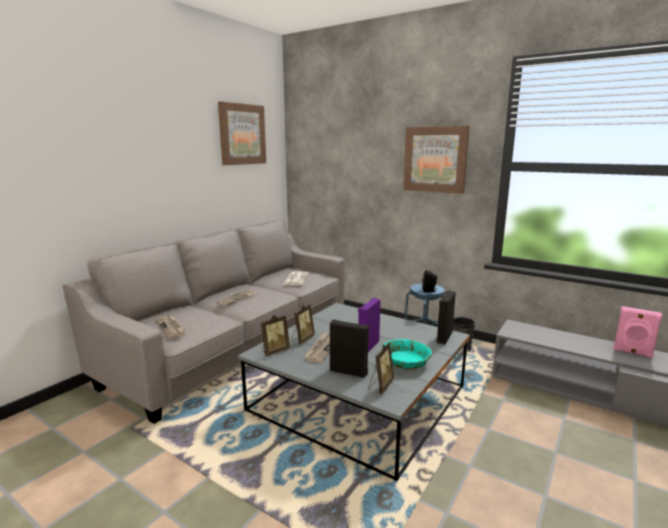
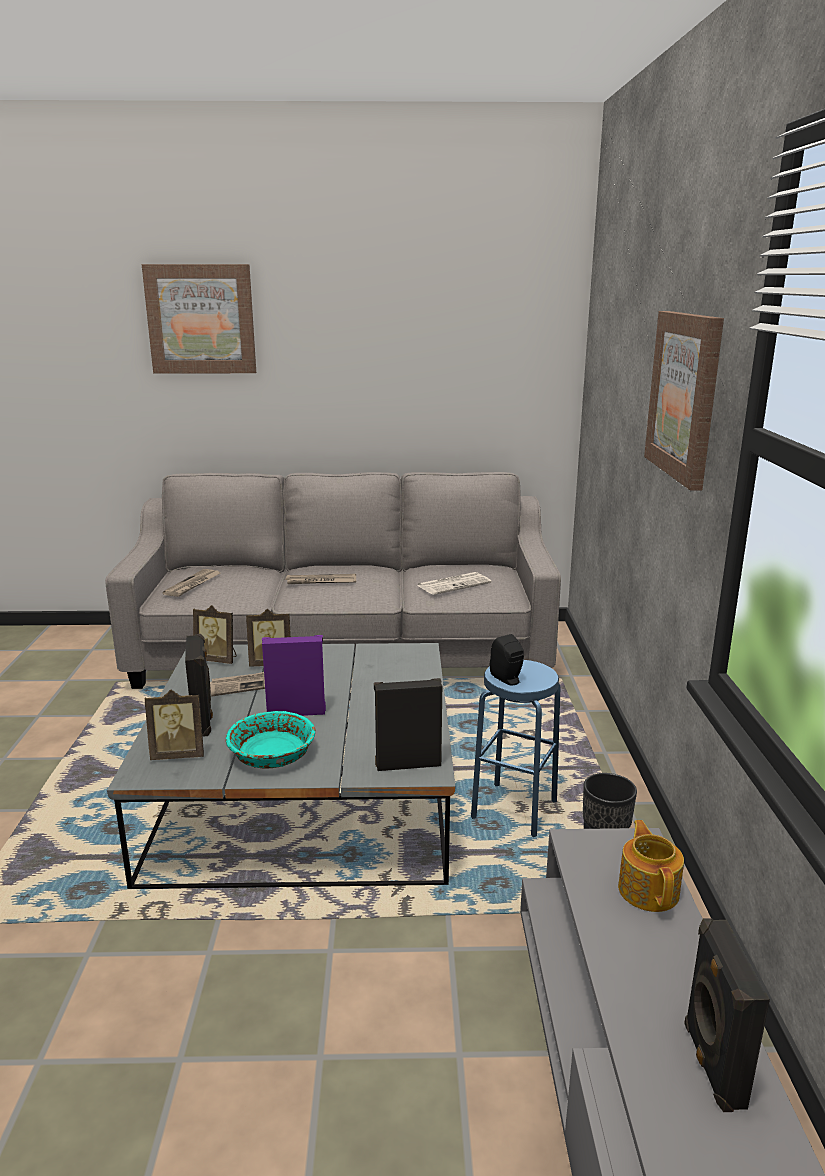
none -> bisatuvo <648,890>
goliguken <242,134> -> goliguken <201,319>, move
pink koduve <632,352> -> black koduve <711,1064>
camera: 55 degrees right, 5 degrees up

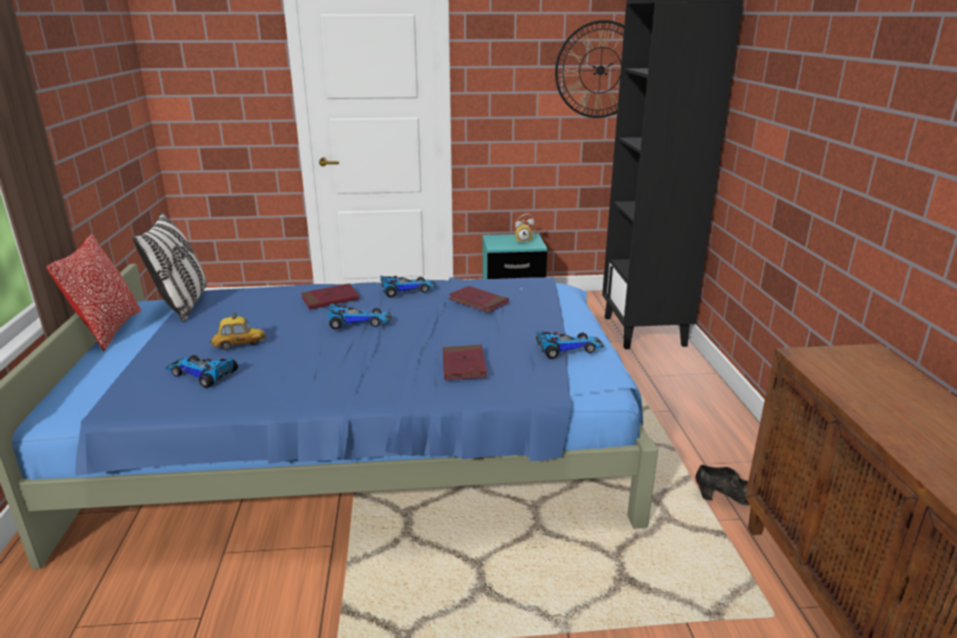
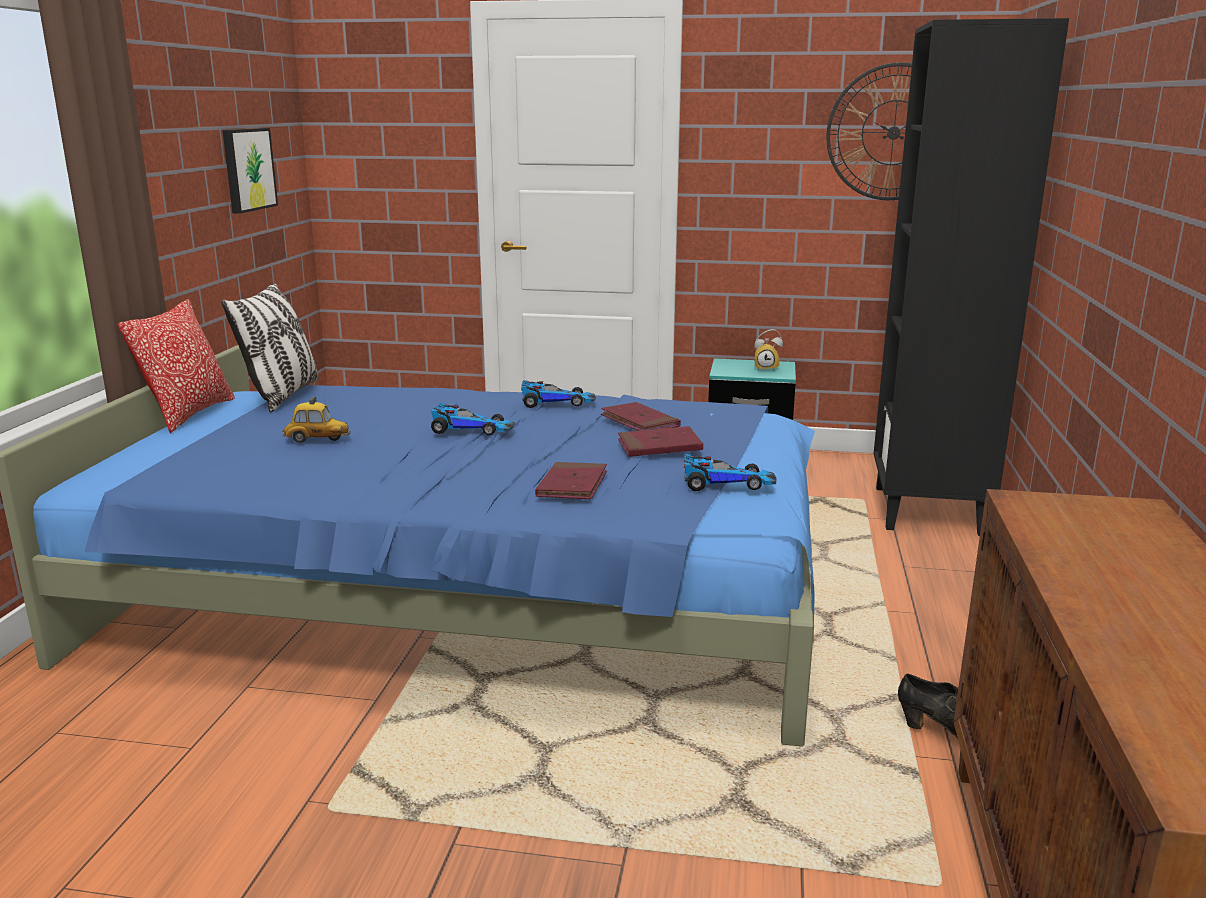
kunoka <201,374> -> none
none -> goliguken <247,169>
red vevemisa <330,299> -> red vevemisa <659,446>, move
camera: 15 degrees right, 5 degrees down

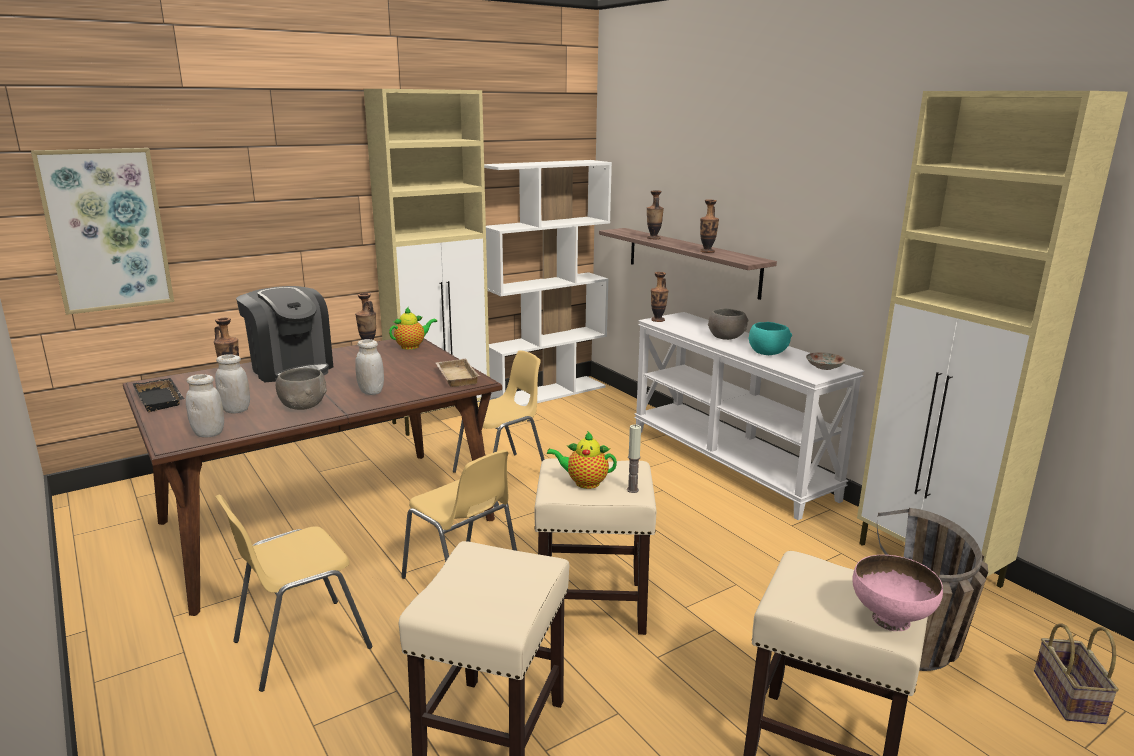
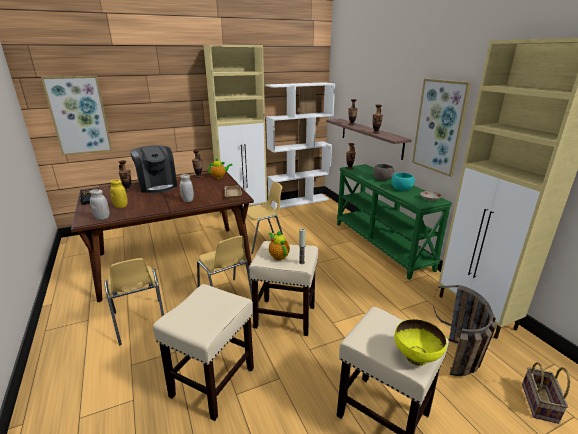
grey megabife <304,405> -> none
none -> goliguken <439,126>
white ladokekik <236,410> -> yellow ladokekik <121,206>
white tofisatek <731,463> -> green tofisatek <381,245>
pink megabife <890,619> -> yellow megabife <416,357>
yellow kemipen <300,644> -> yellow kemipen <140,322>, 90 degrees counterclockwise
bisatuvo <584,483> -> bisatuvo <278,256>, 45 degrees clockwise
camera: 10 degrees right, 5 degrees up

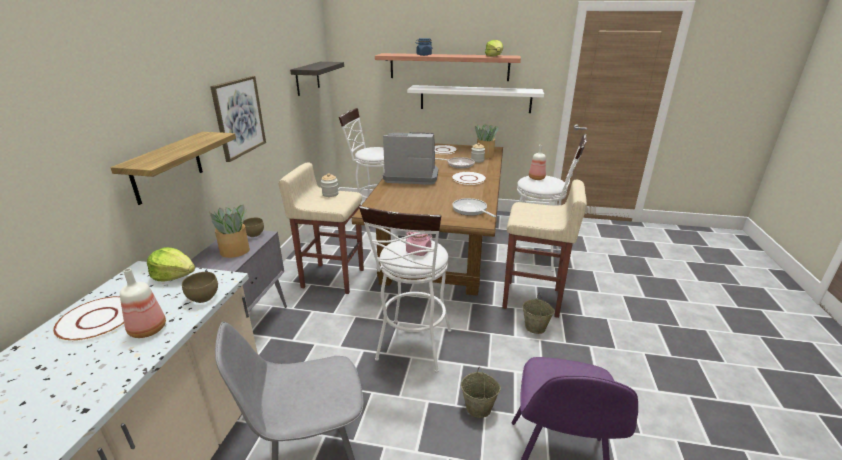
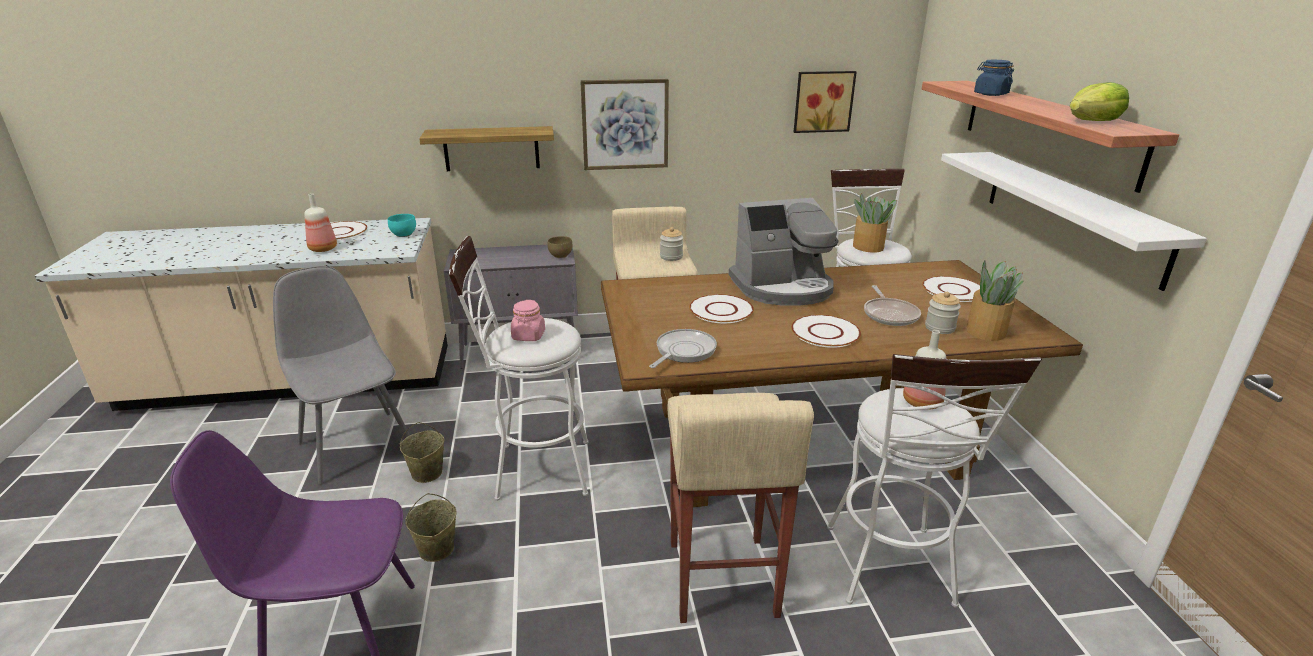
brown megabife <205,297> -> none
none -> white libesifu <720,310>
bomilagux <235,251> -> bomilagux <868,247>, move
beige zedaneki <535,327> -> beige zedaneki <427,473>, move
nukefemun <174,276> -> turquoise megabife <404,234>
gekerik <307,78> -> goliguken <822,101>
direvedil <411,176> -> direvedil <783,287>, 90 degrees clockwise
camera: 70 degrees right, 0 degrees up

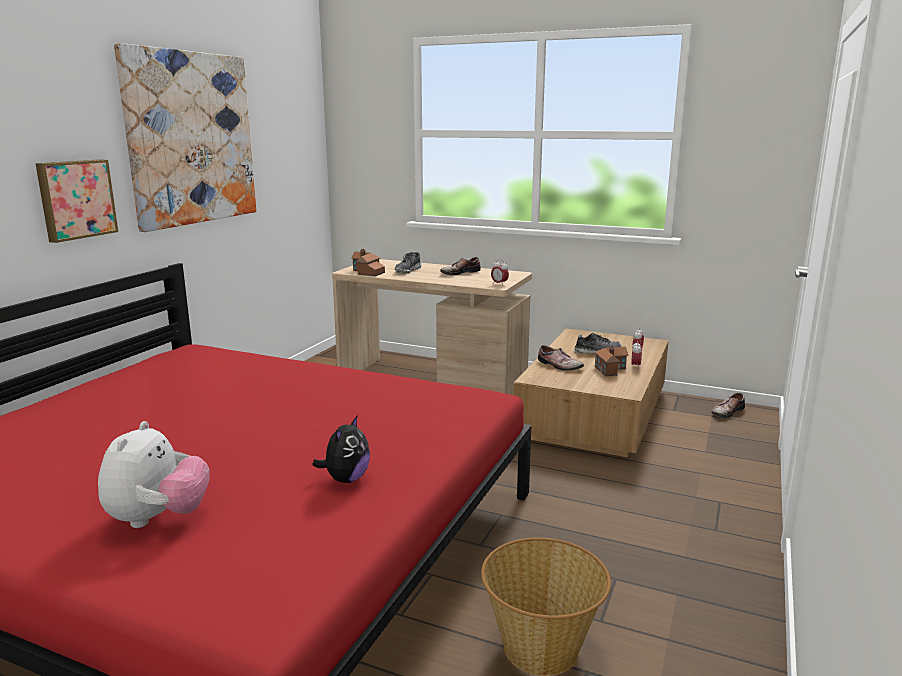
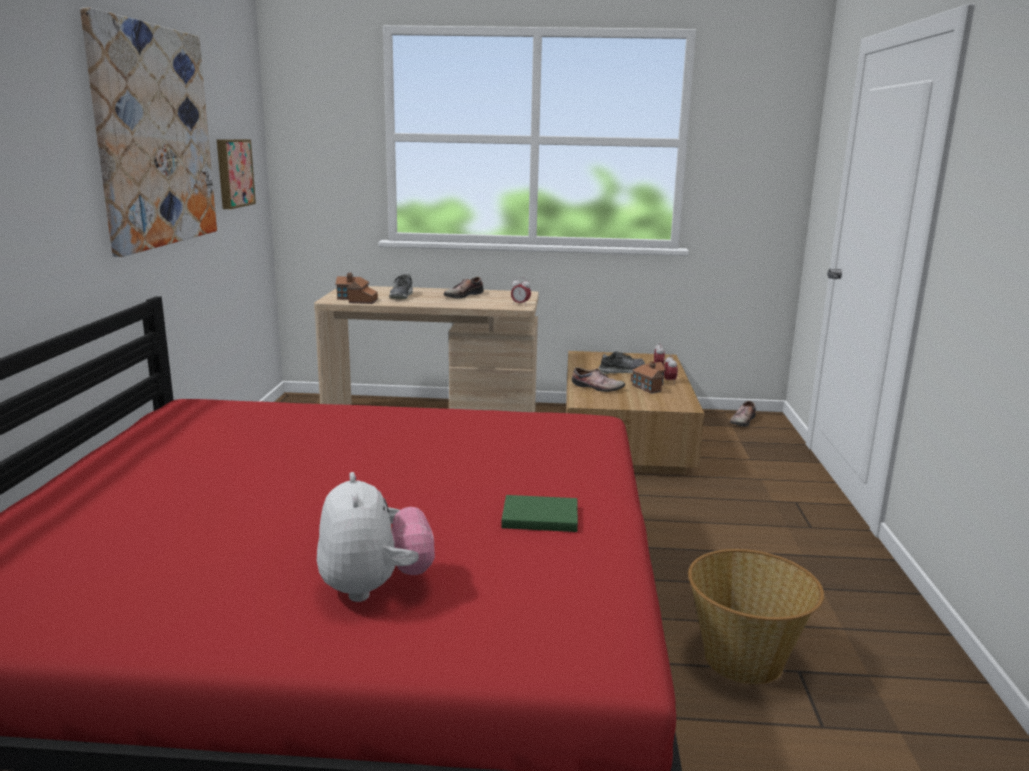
goliguken <76,199> -> goliguken <233,173>, move
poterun <346,479> -> green vevemisa <538,516>
camera: 20 degrees left, 0 degrees up

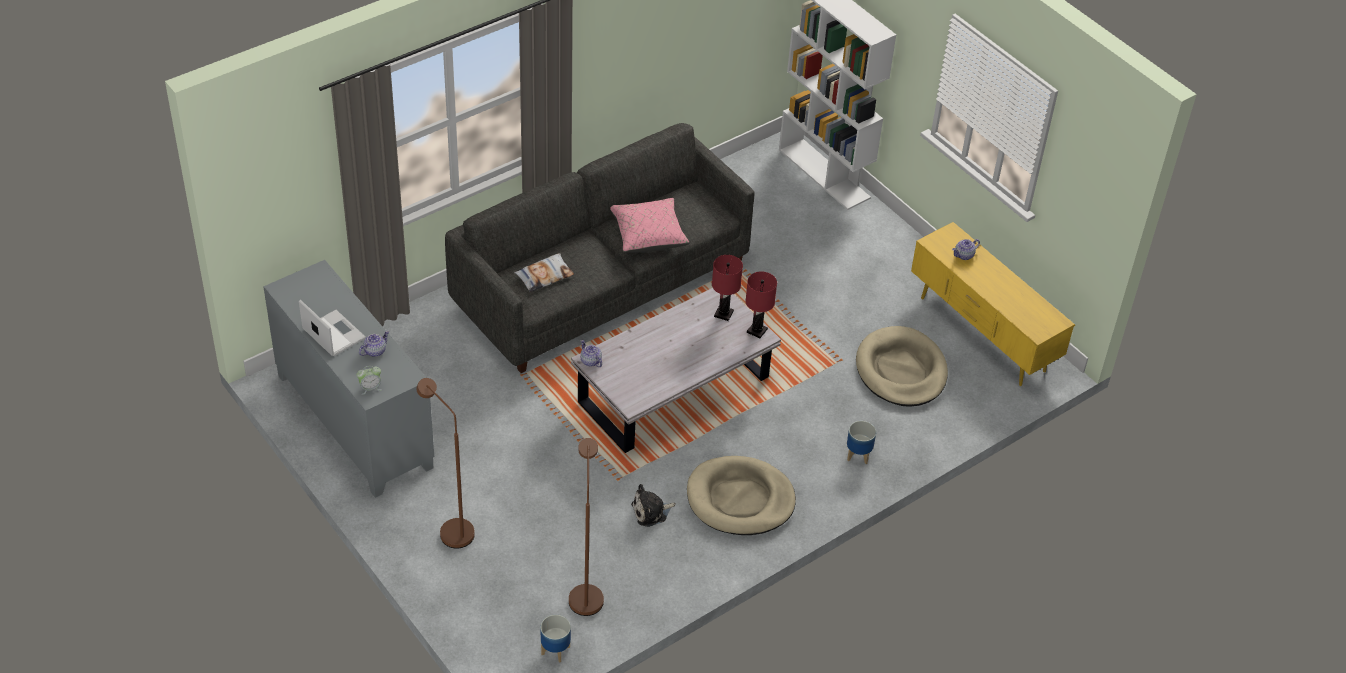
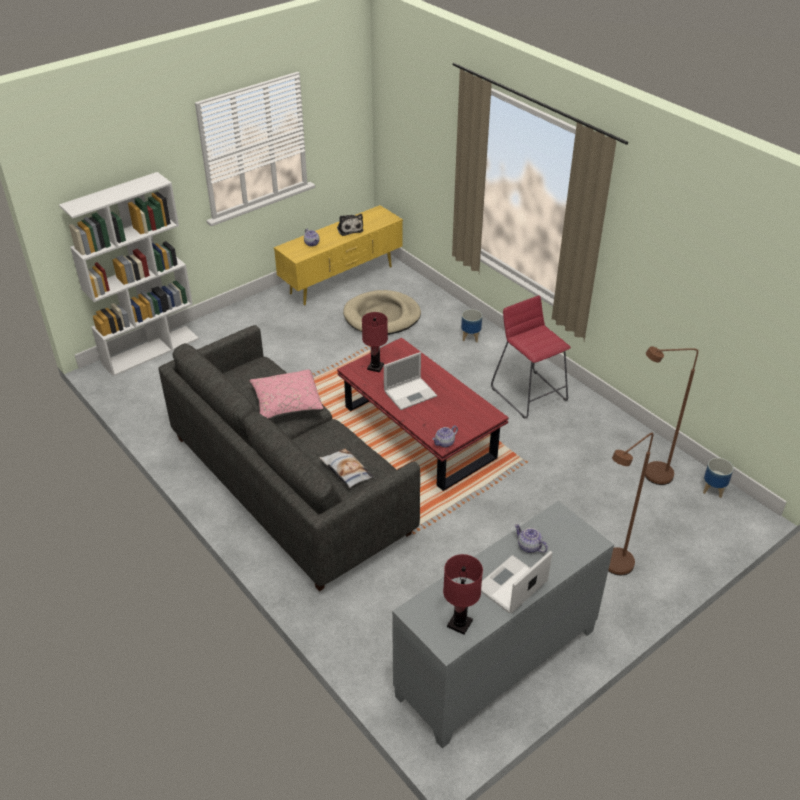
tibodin <370,388> -> none
none -> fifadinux <411,393>
poterun <651,512> -> poterun <349,229>, move
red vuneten <757,331> -> red vuneten <460,623>, move
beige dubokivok <740,499> -> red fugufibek <529,394>
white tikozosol <674,390> -> red tikozosol <419,432>
camera: 90 degrees left, 5 degrees down

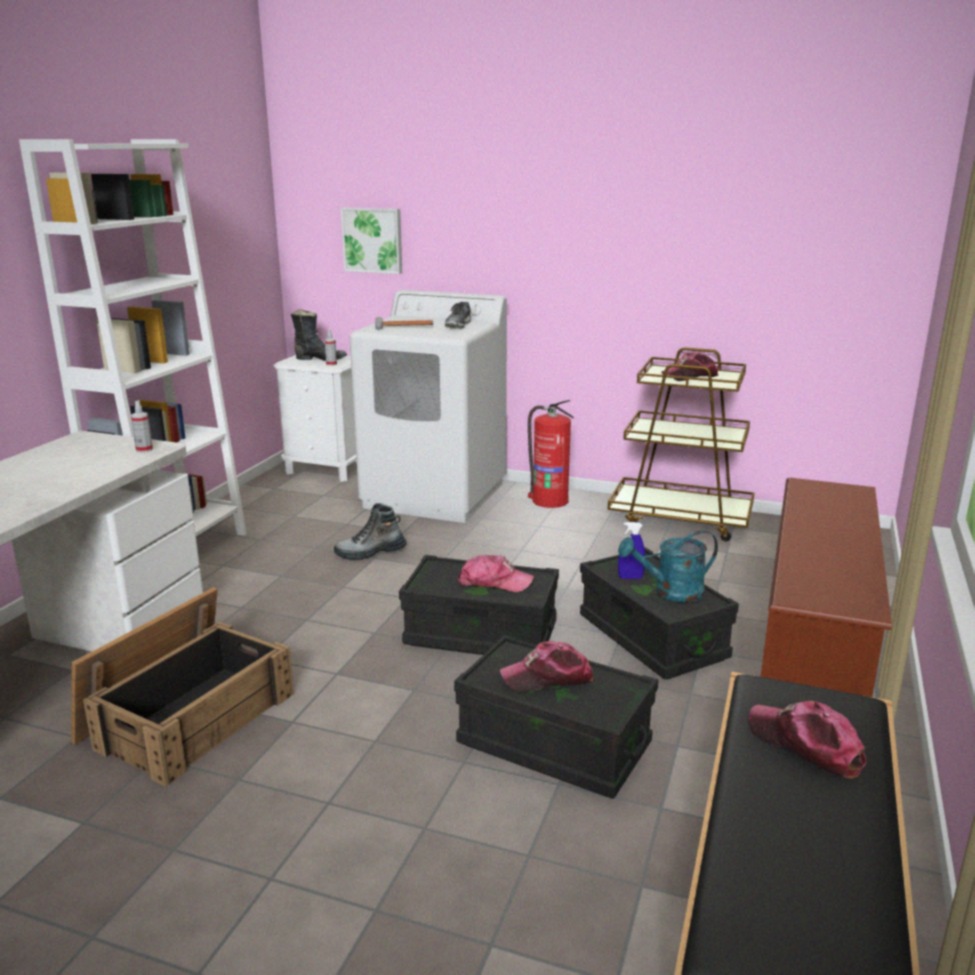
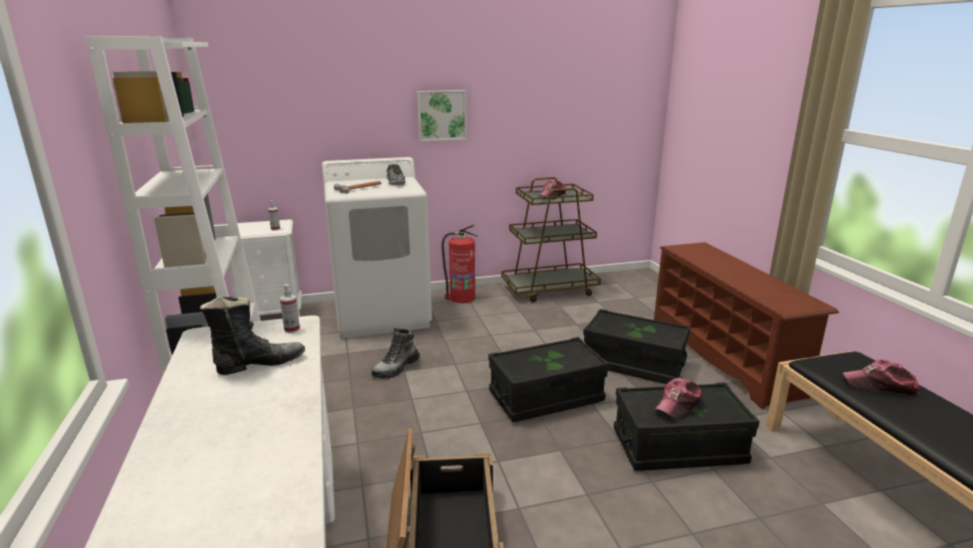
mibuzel <494,582> -> none
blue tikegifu <630,578> -> none
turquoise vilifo <670,592> -> none
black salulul <320,359> -> black salulul <259,364>, move
goliguken <373,240> -> goliguken <441,115>, move
camera: 35 degrees left, 0 degrees up

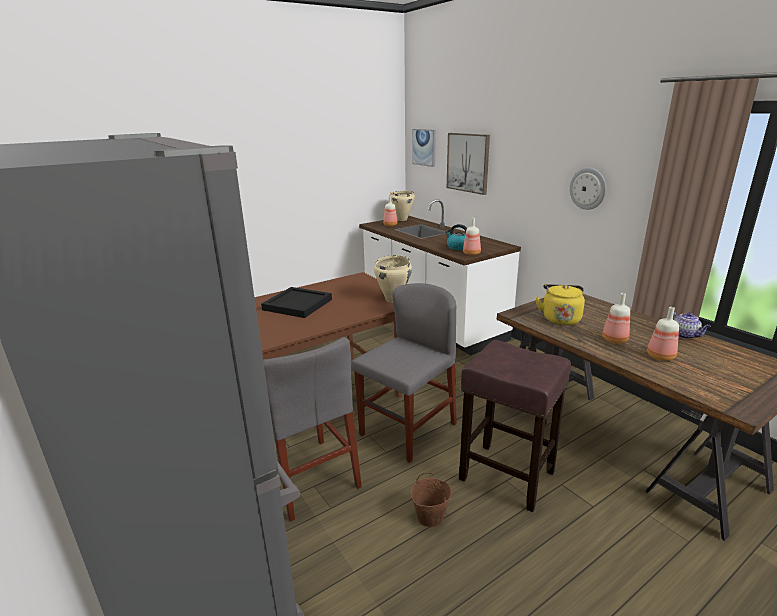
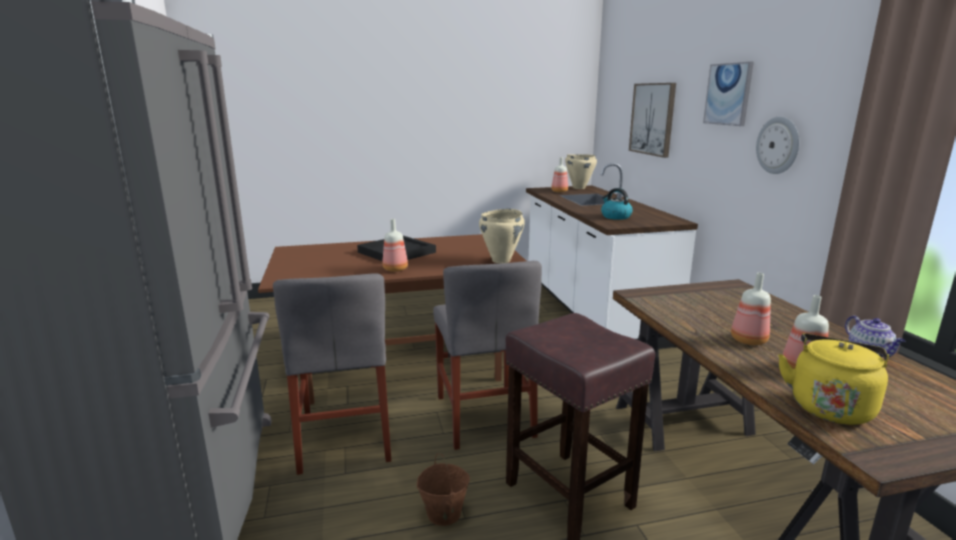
goliguken <424,147> -> goliguken <728,94>, move
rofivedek <472,253> -> rofivedek <396,269>, move
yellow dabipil <560,318> -> yellow dabipil <829,406>, move
grey kemipen <408,429> -> grey kemipen <484,416>, 105 degrees clockwise
camera: 20 degrees right, 5 degrees down

